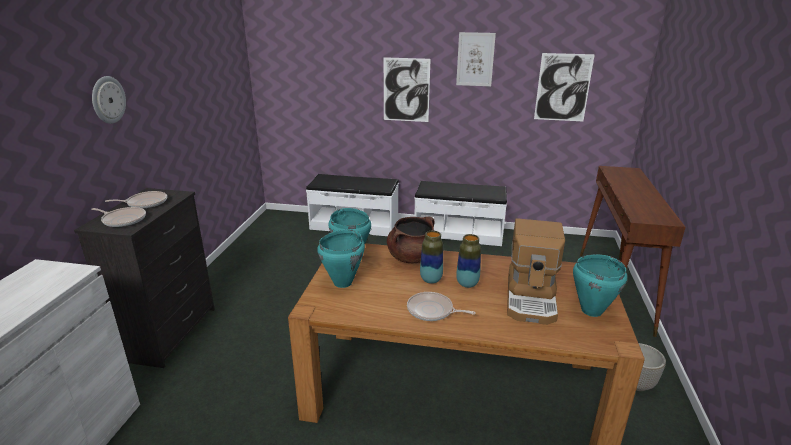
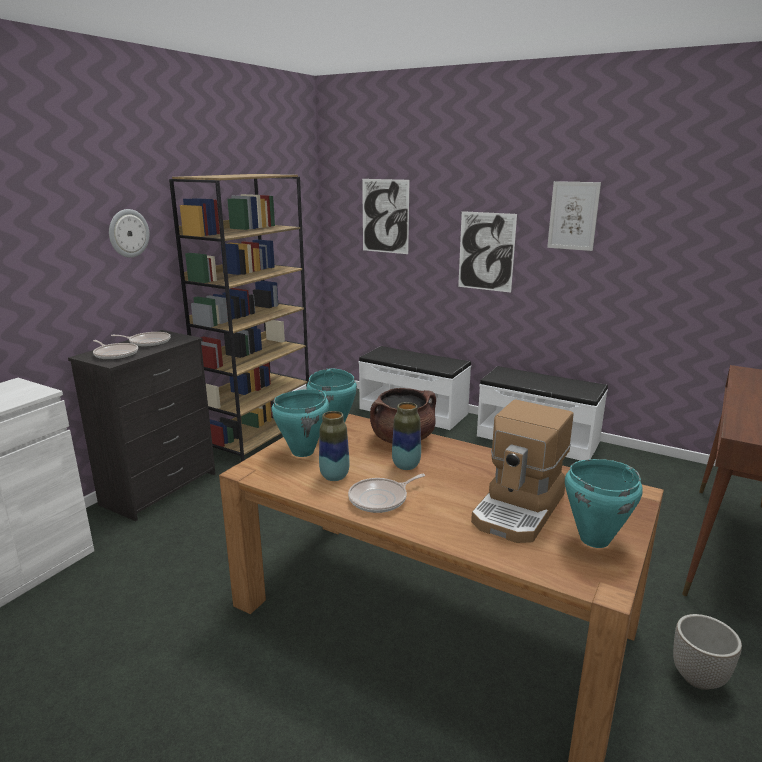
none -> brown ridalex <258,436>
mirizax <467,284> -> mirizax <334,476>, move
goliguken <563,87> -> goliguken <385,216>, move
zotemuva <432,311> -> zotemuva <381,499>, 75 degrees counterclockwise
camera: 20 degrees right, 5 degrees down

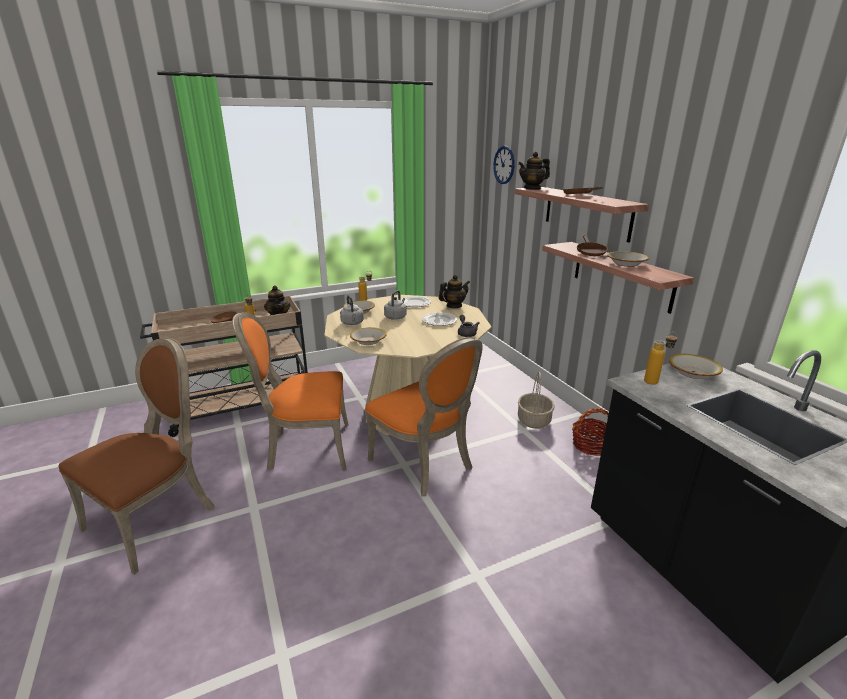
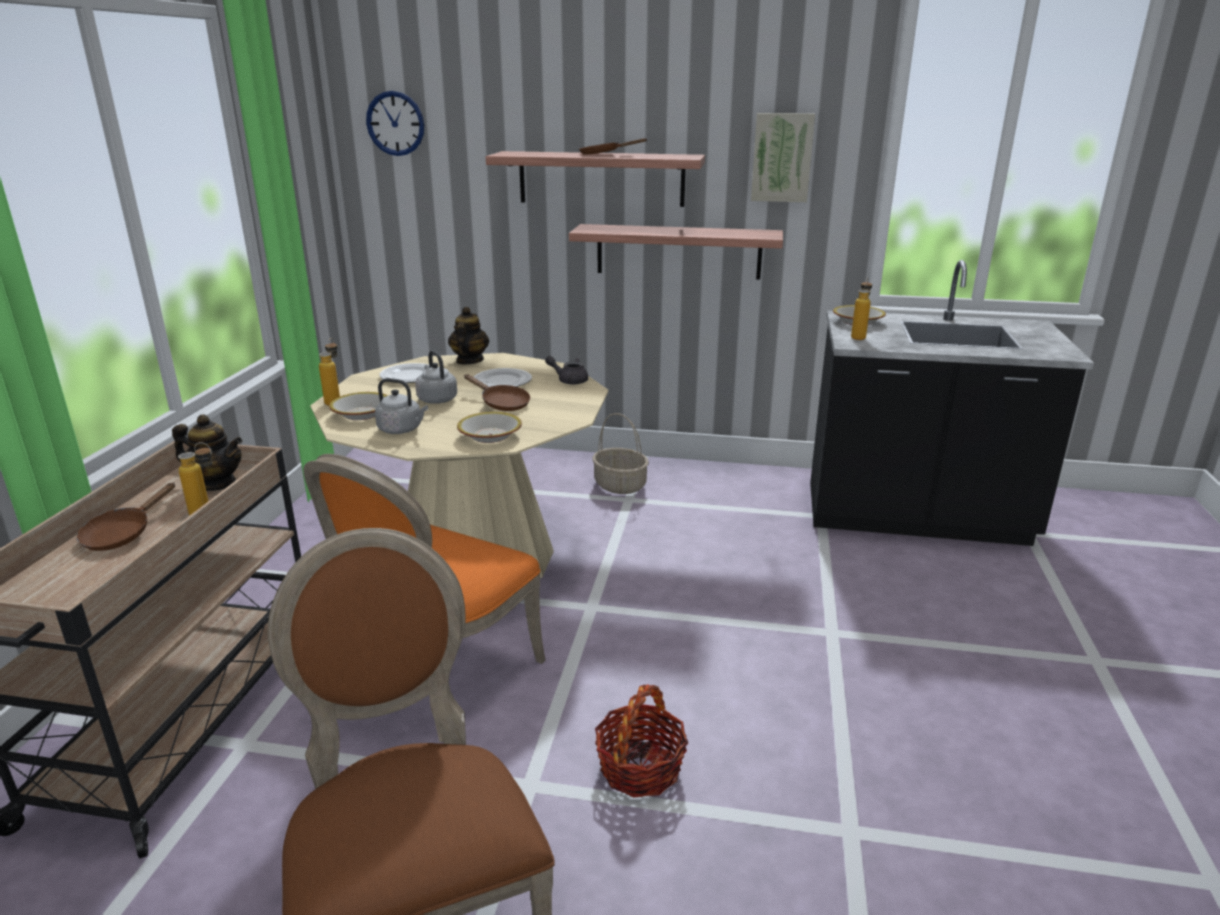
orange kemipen <425,464> -> none
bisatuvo <532,188> -> none
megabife <626,264> -> none
none -> goliguken <782,157>
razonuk <591,445> -> razonuk <640,768>, move
brown zotemuva <590,252> -> brown zotemuva <502,403>, move
camera: 55 degrees left, 0 degrees up

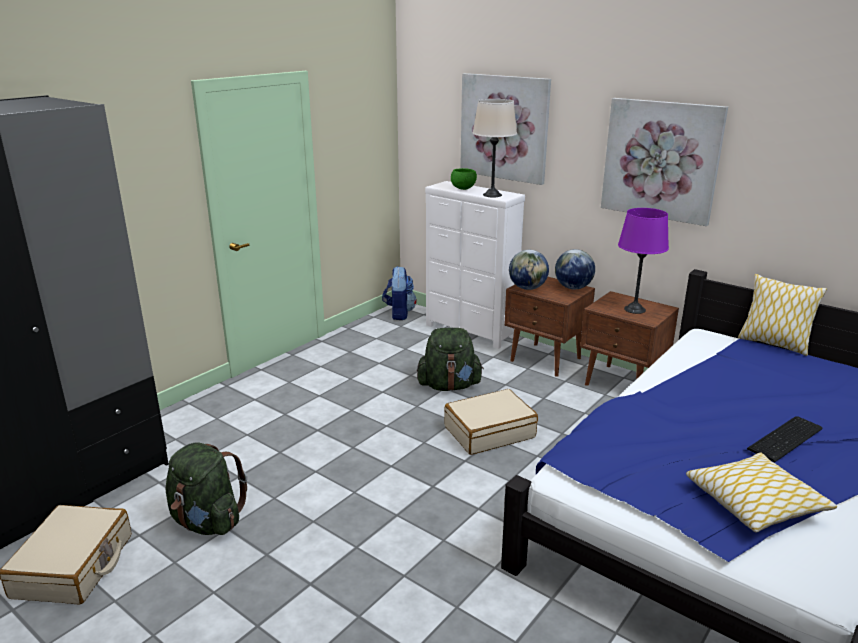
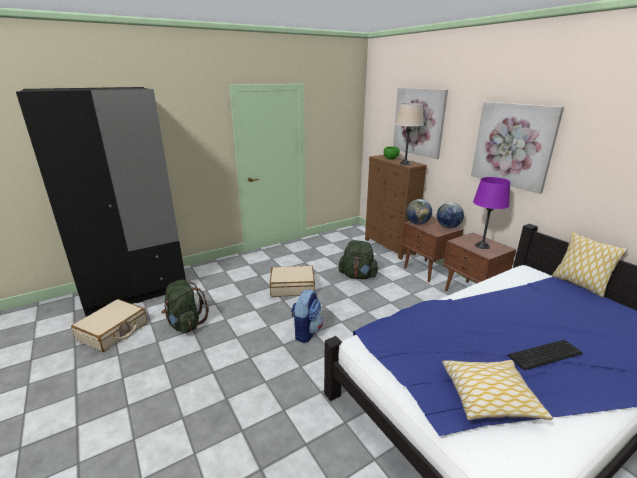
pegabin <399,313> -> pegabin <306,332>, move
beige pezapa <489,432> -> beige pezapa <292,287>, move
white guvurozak <470,331> -> brown guvurozak <388,247>
camera: 20 degrees right, 0 degrees up

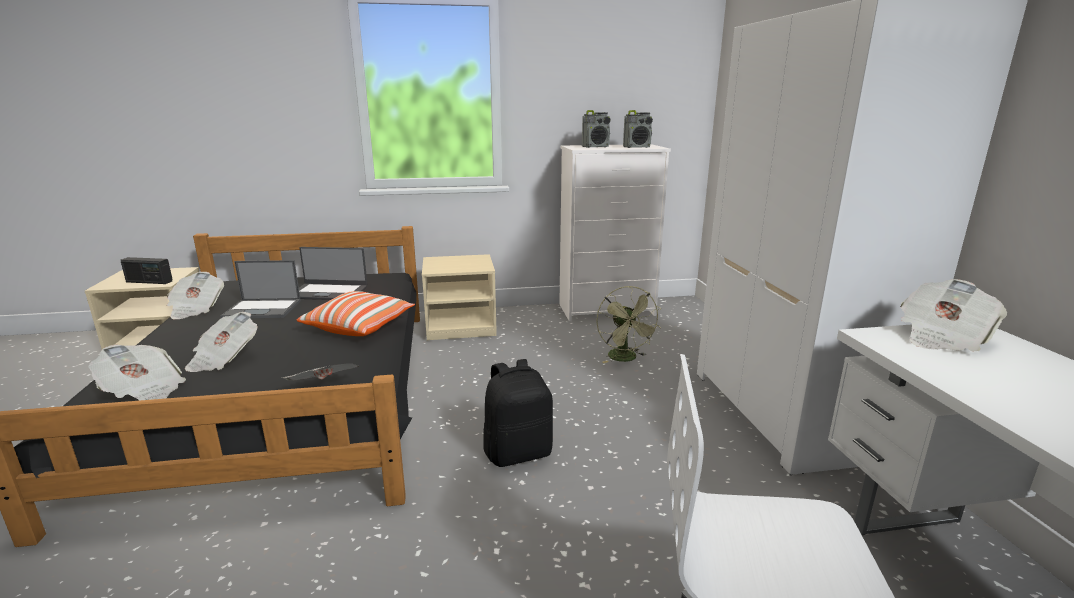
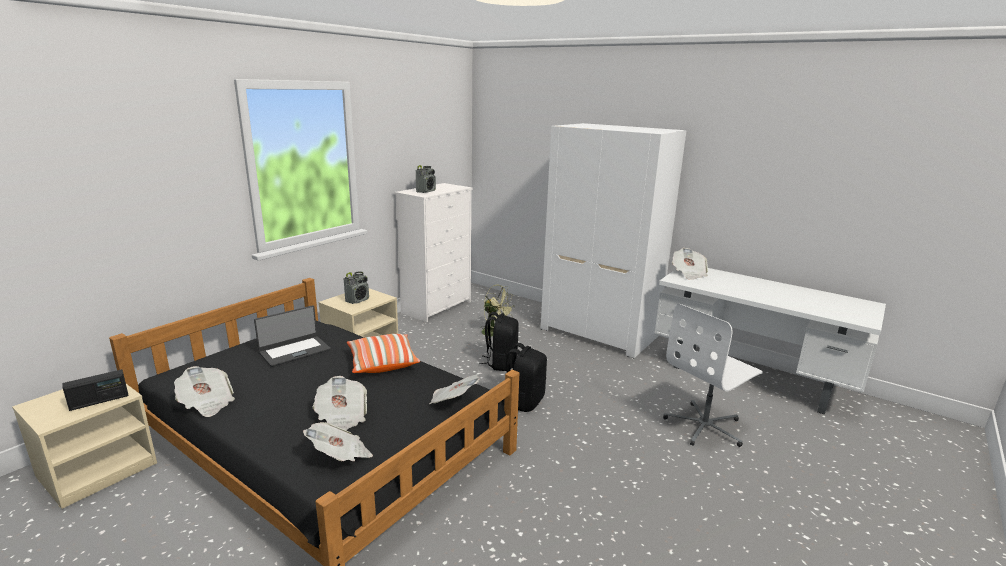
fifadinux <263,309> -> none
none -> black pegabin <501,363>
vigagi <637,147> -> vigagi <357,300>, move
camera: 45 degrees left, 0 degrees up

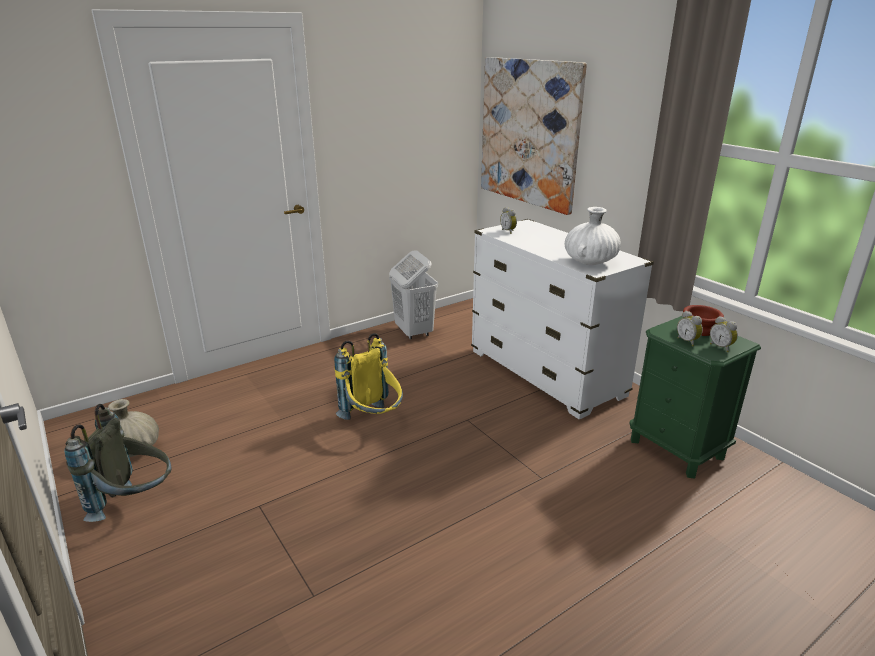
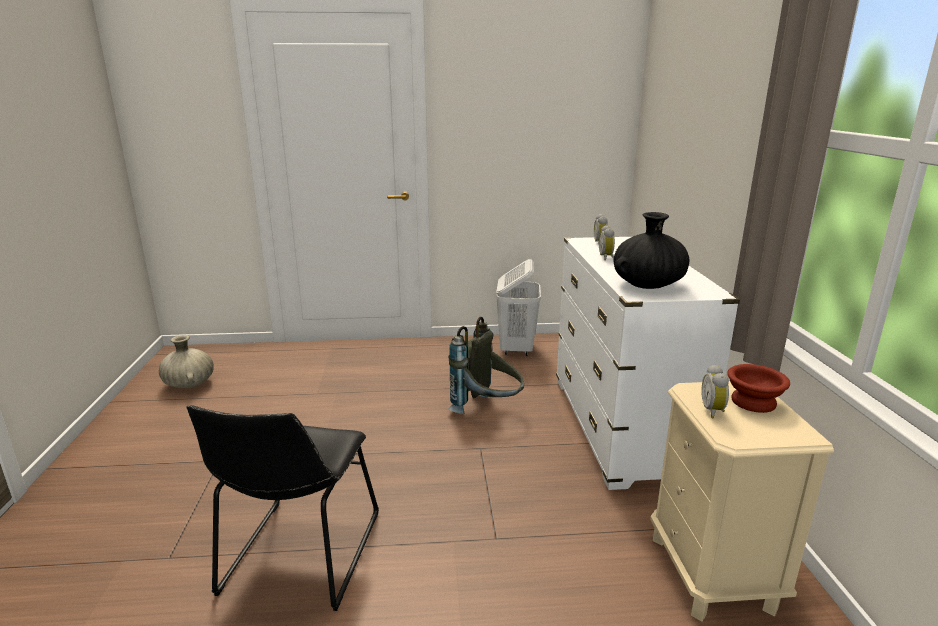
yellow pegabin <373,420> -> none
goliguken <529,133> -> none
none -> black kemipen <299,557>
grey pegabin <135,502> -> grey pegabin <488,410>, move
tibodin <721,347> -> tibodin <606,257>, move
white mirizax <590,262> -> black mirizax <648,285>
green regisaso <677,449> -> beige regisaso <712,573>
camera: 30 degrees right, 5 degrees down

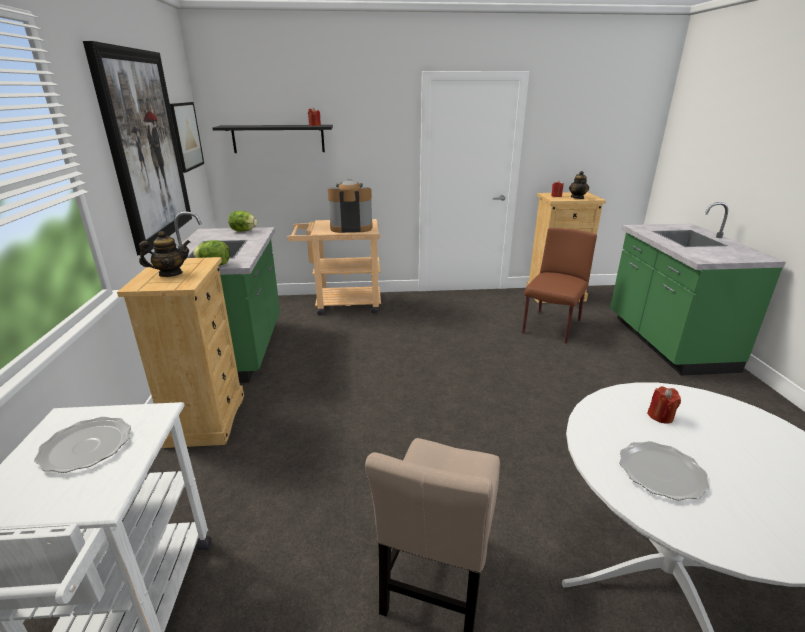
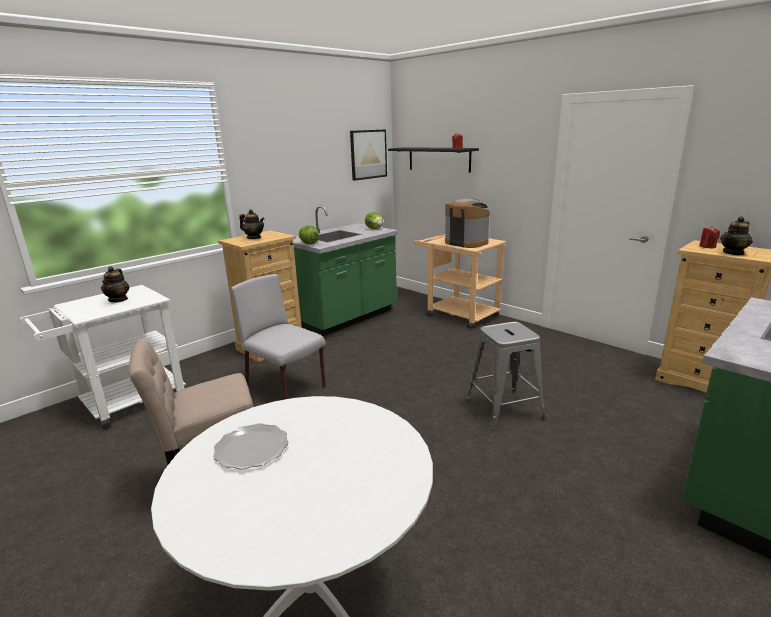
goliguken <145,148> -> none
brown kemipen <551,327> -> none
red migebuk <660,416> -> none
none -> grey kemipen <286,387>
none -> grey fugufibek <503,409>
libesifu <87,446> -> bisatuvo <118,299>
camera: 50 degrees right, 5 degrees down

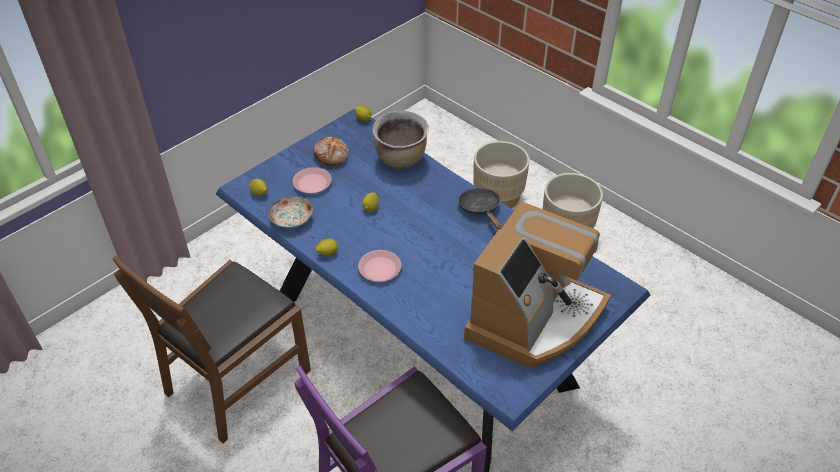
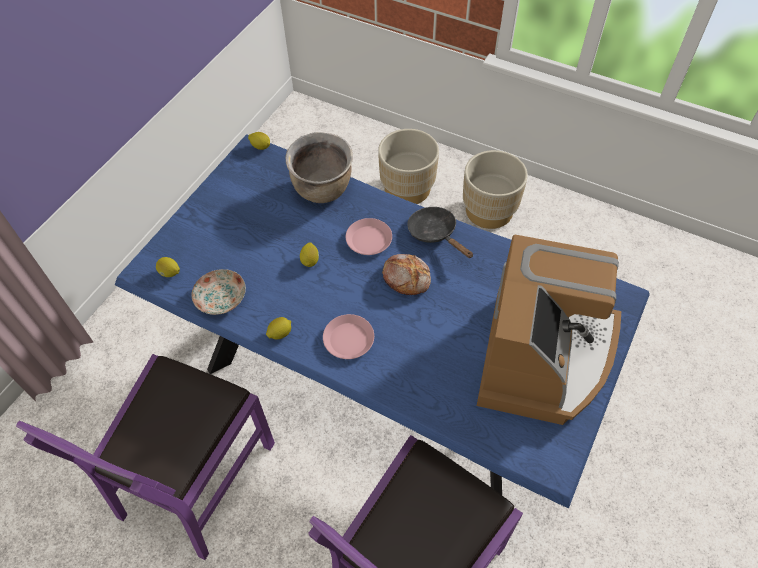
pink libesifu <312,183> -> pink libesifu <368,239>, move
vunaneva <331,155> -> vunaneva <407,277>, move
brown kemipen <237,379> -> purple kemipen <196,477>
camera: 15 degrees left, 10 degrees up

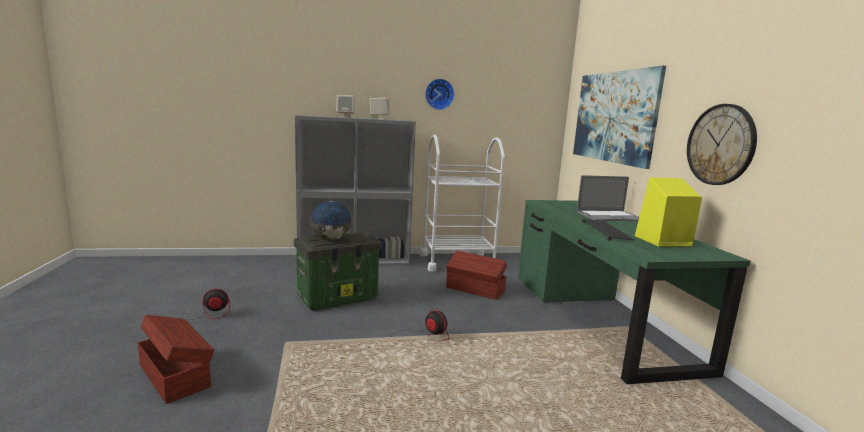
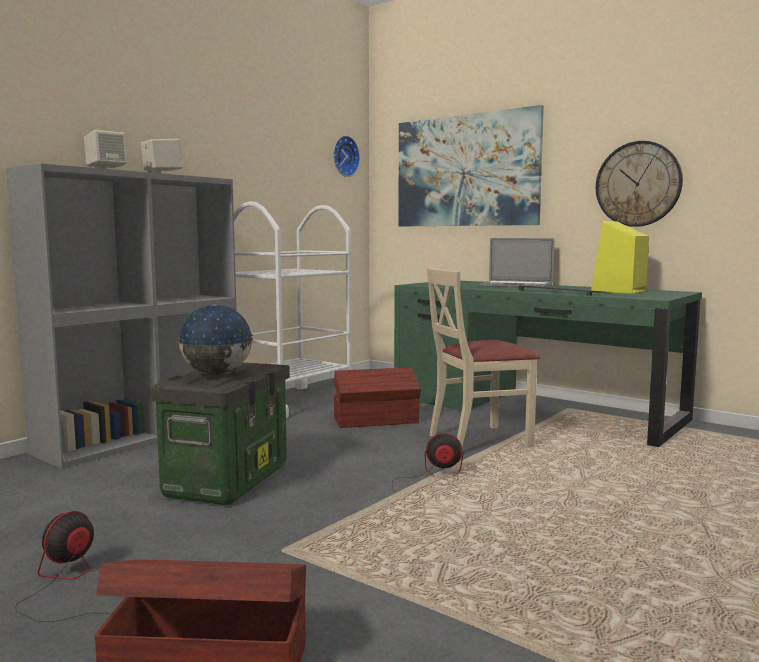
none -> beige kemipen <479,440>
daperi <439,94> -> daperi <344,156>, move
fifadinux <609,216> -> fifadinux <515,285>, 75 degrees clockwise
camera: 40 degrees left, 5 degrees down

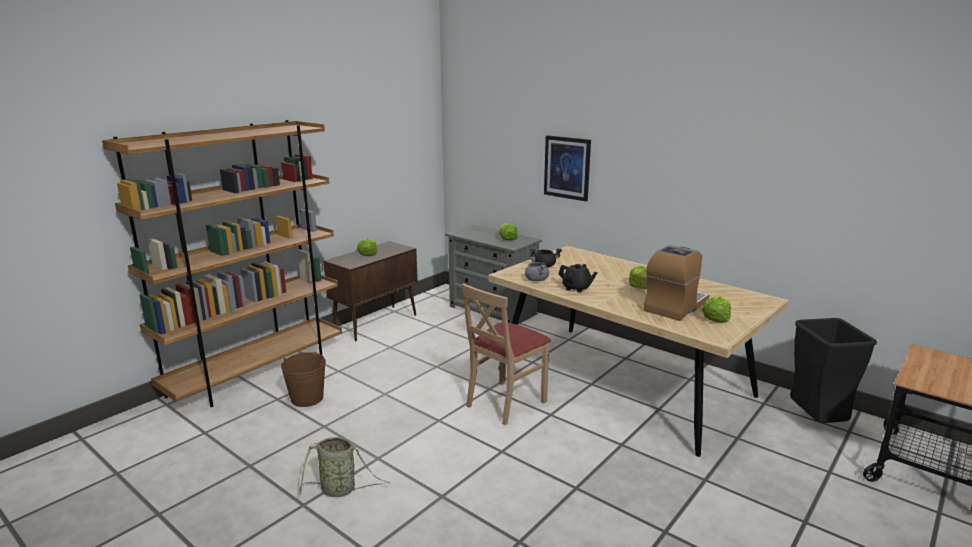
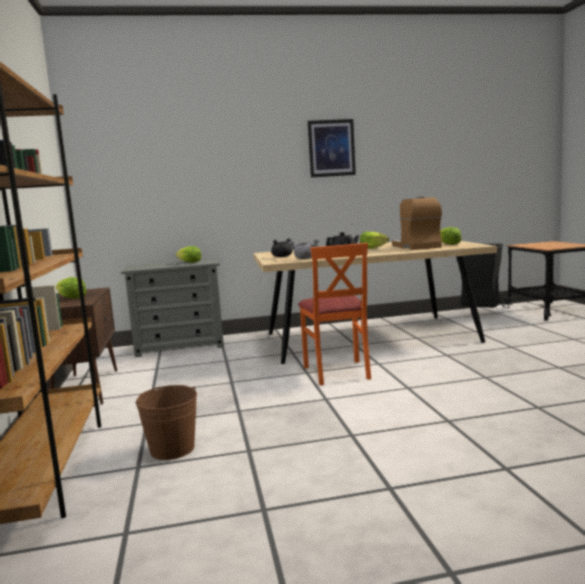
razonuk <341,490> -> none
goliguken <567,167> -> goliguken <331,148>, move
beige kemipen <505,402> -> orange kemipen <337,372>
camera: 50 degrees left, 10 degrees down

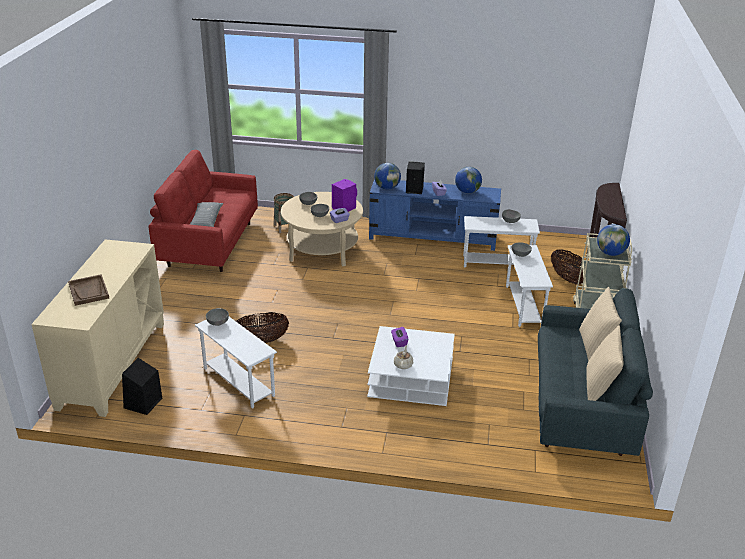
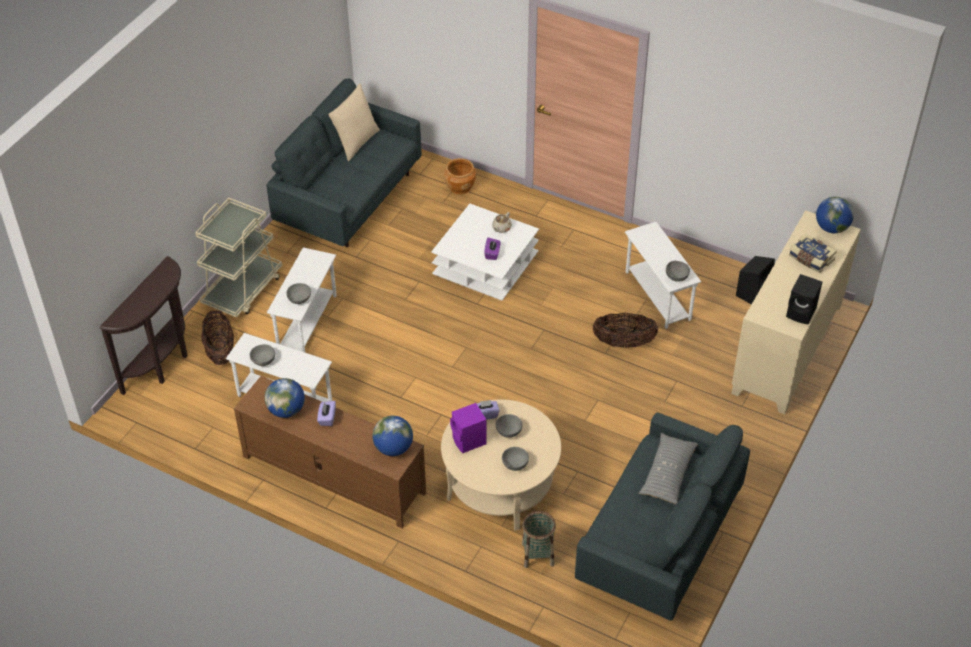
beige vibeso <594,347> -> none
none -> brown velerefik <460,187>
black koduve <413,189> -> black koduve <802,313>, move
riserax <610,253> -> riserax <831,228>, move
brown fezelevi <89,291> -> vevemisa <810,259>
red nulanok <209,243> -> grey nulanok <659,541>
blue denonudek <433,237> -> brown denonudek <333,474>
camera: 160 degrees left, 15 degrees up

